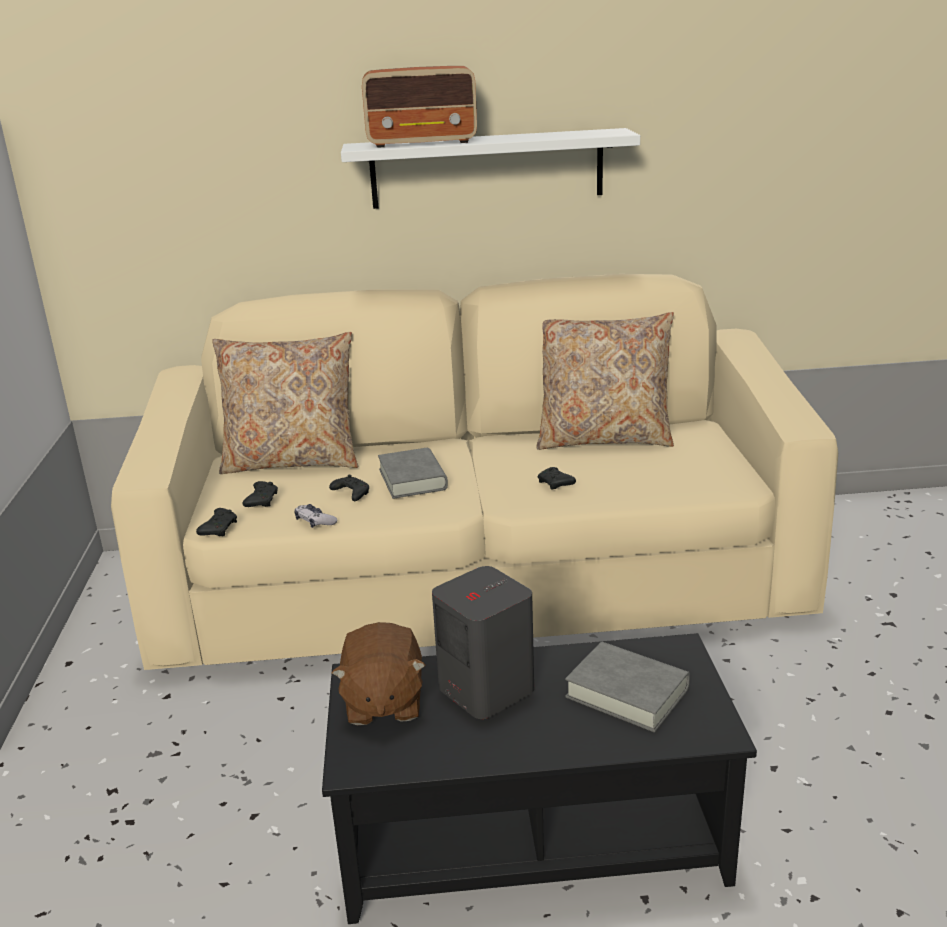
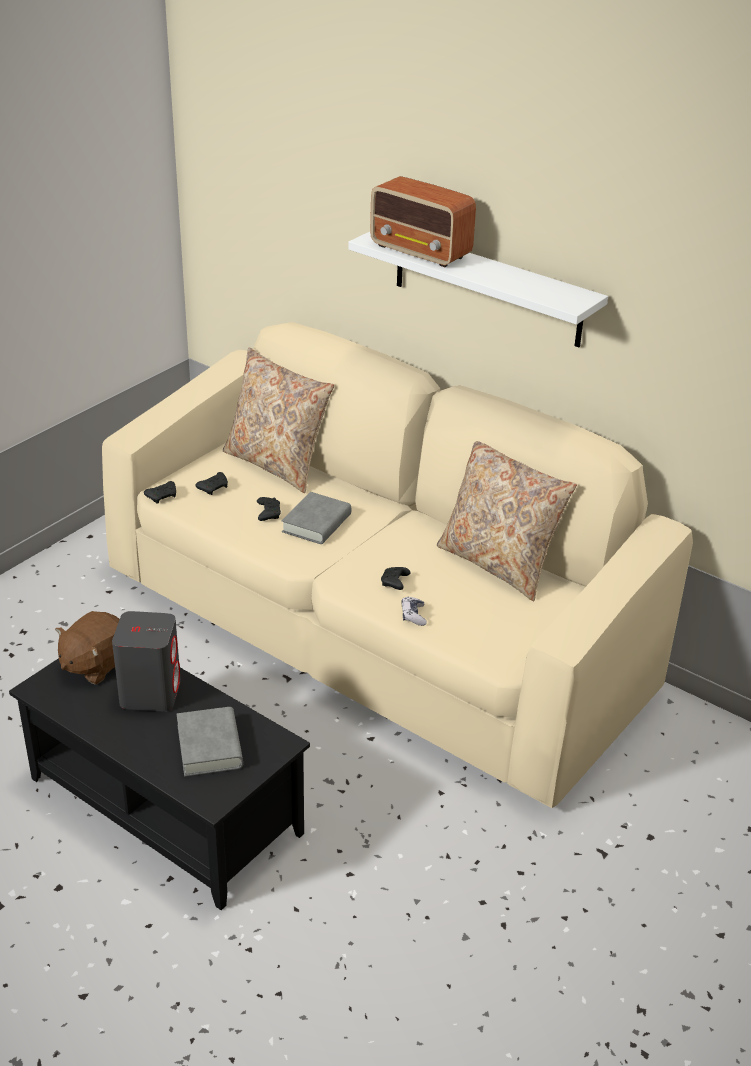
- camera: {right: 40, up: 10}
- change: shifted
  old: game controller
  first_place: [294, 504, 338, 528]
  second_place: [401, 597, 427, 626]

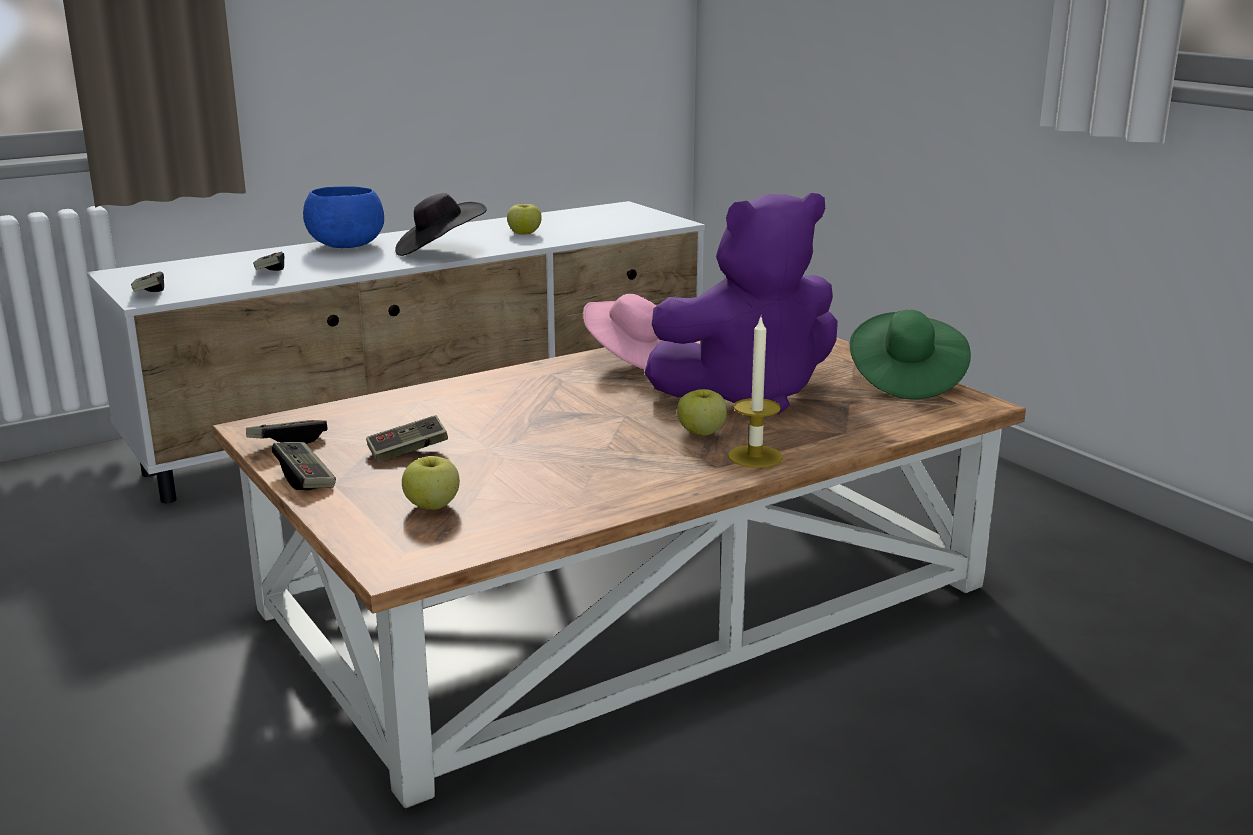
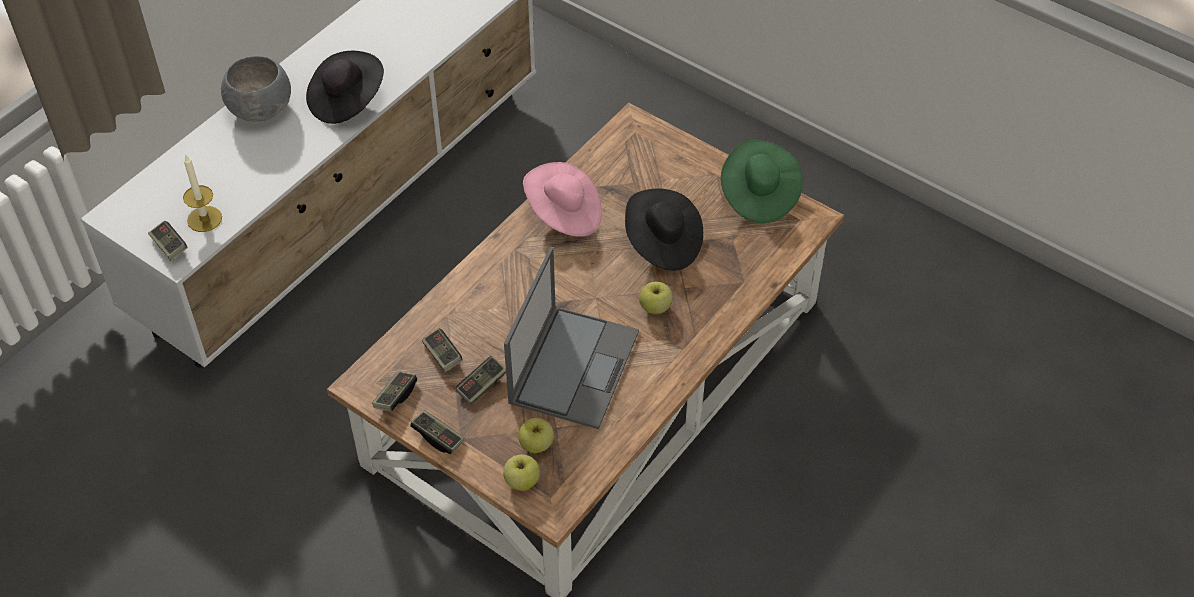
- camera: {right: -20, up: 30}
- change: shifted
  old: game controller
  first_place: [253, 252, 285, 271]
  second_place: [422, 328, 463, 372]
- change: repainted
  old: blue bowl
  new: grey bowl
  first_place: [303, 186, 384, 248]
  second_place: [221, 56, 291, 122]
- change: shifted
  old: apple
  first_place: [507, 204, 542, 235]
  second_place: [503, 454, 540, 490]
- change: swapped
  old: purple plush toy
  new: black hat
  first_place: [644, 193, 838, 414]
  second_place: [625, 189, 703, 271]
- change: shifted
  old: candle
  first_place: [728, 317, 783, 468]
  second_place: [183, 155, 222, 232]
- change: new
  new: laptop
  second_place: [504, 247, 639, 429]

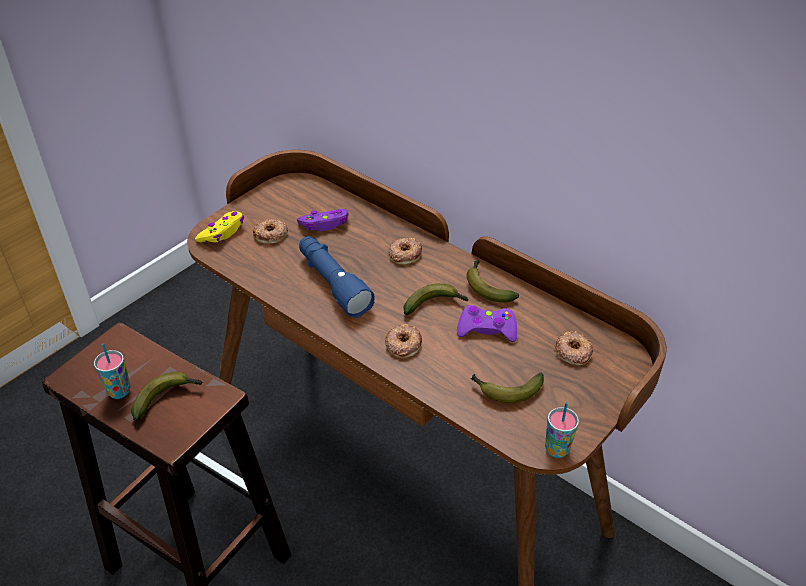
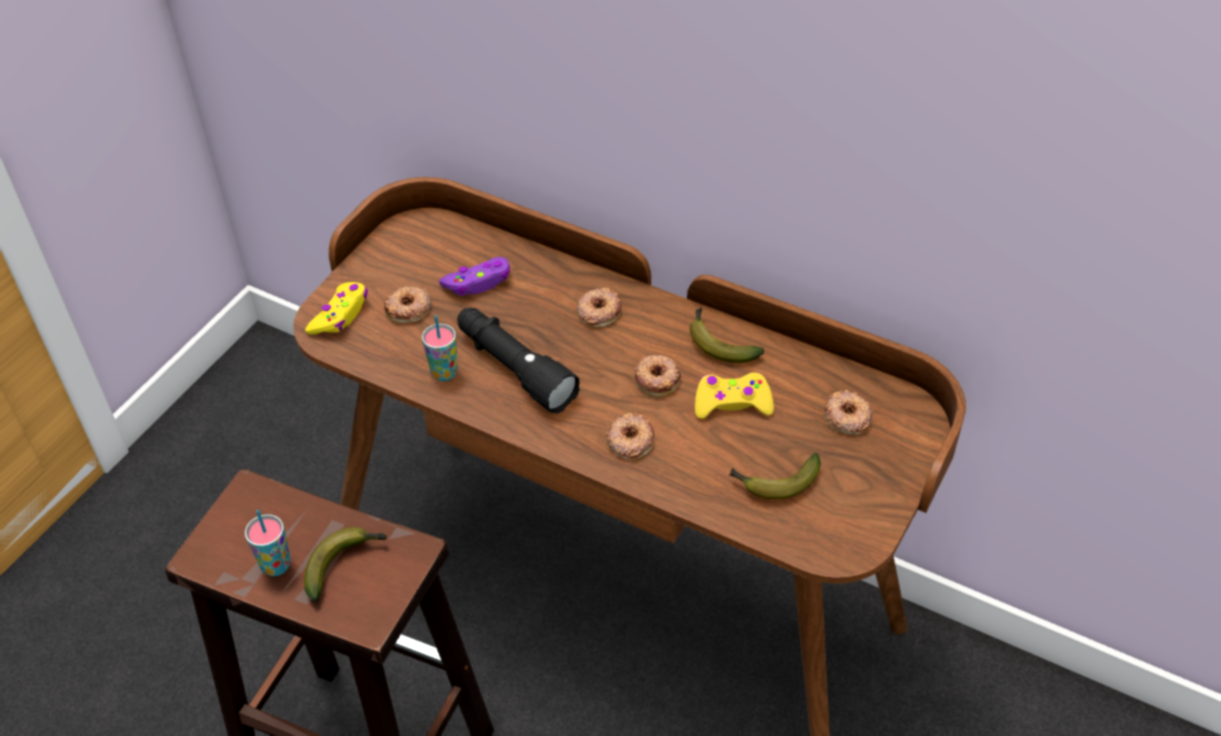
- camera: {right: -10, up: 5}
- change: repainted
  old: blue flashlight
  new: black flashlight
  first_place: [299, 236, 375, 318]
  second_place: [457, 308, 580, 414]
- change: swapped
  old: banana
  new: donut
  first_place: [403, 283, 468, 315]
  second_place: [634, 355, 682, 397]
- change: repainted
  old: purple game controller
  new: yellow game controller
  first_place: [457, 305, 517, 342]
  second_place: [695, 373, 774, 419]
- change: shifted
  old: cup
  first_place: [545, 402, 579, 458]
  second_place: [422, 315, 458, 381]

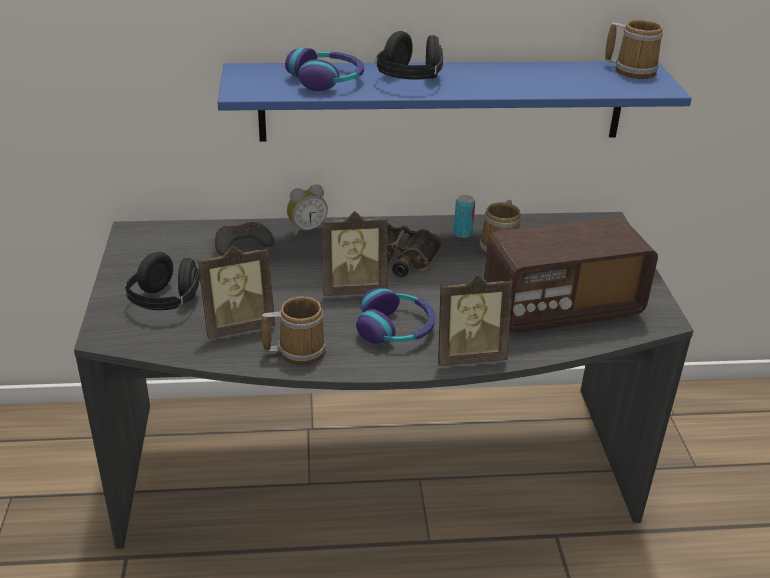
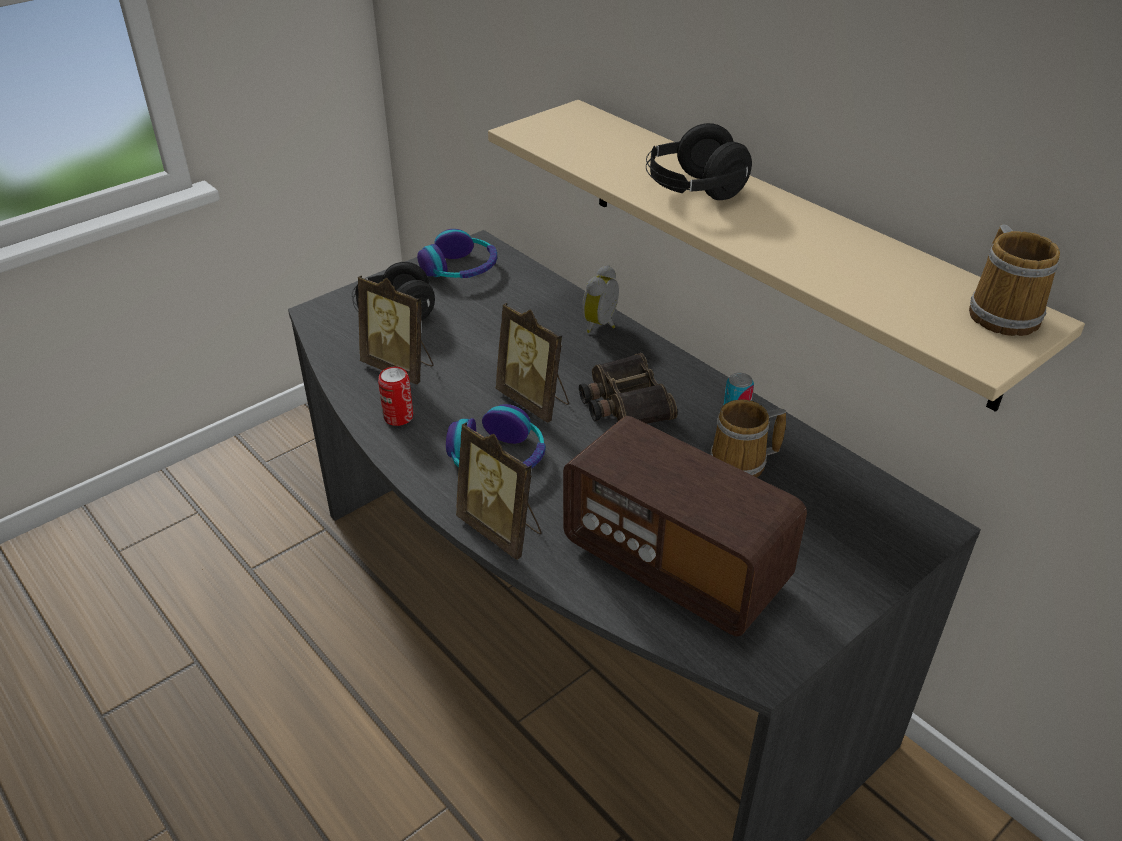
- camera: {right: 55, up: 5}
- change: gone
  old: grey game controller
  first_place: [215, 222, 274, 255]
- change: repainted
  old: blue shelf
  new: beige shelf
  first_place: [217, 62, 692, 142]
  second_place: [488, 100, 1085, 412]
- change: swapped
  old: mug
  new: can
  first_place: [261, 297, 326, 365]
  second_place: [378, 367, 413, 426]
- change: shifted
  old: headphones
  first_place: [285, 48, 364, 91]
  second_place: [417, 229, 497, 278]
- change: rotated
  old: alarm clock
  first_place: [287, 184, 328, 236]
  second_place: [582, 265, 619, 333]
  degrees: 90

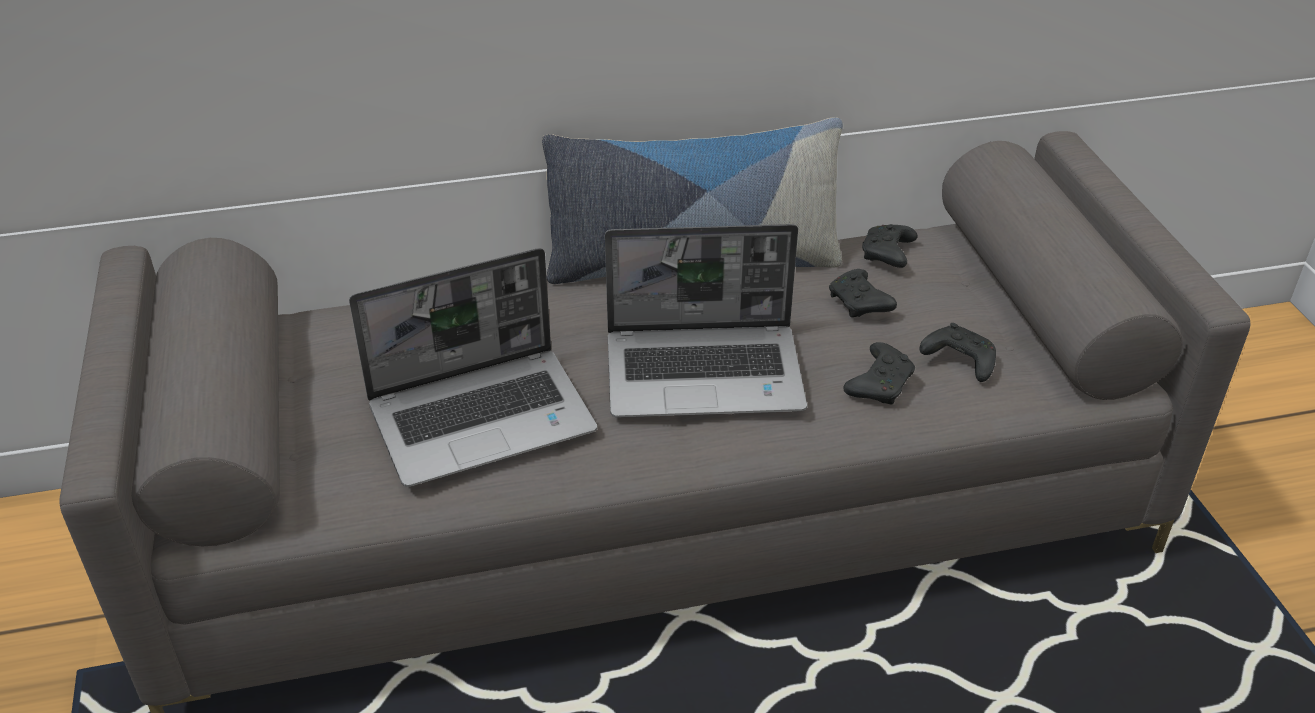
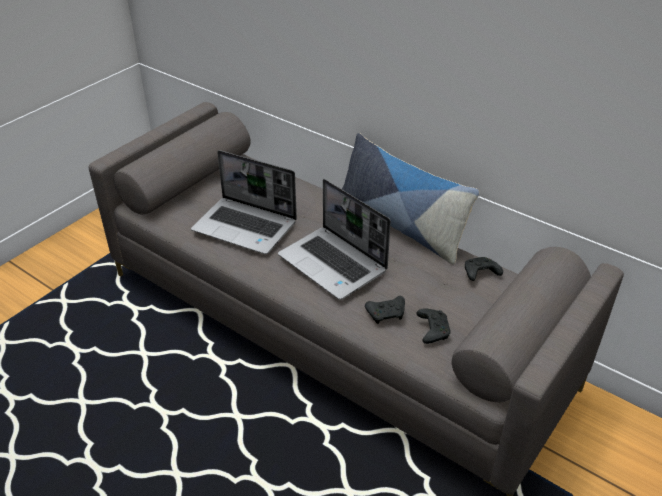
- camera: {right: 50, up: 0}
- change: gone
  old: black game controller
  first_place: [829, 269, 897, 317]

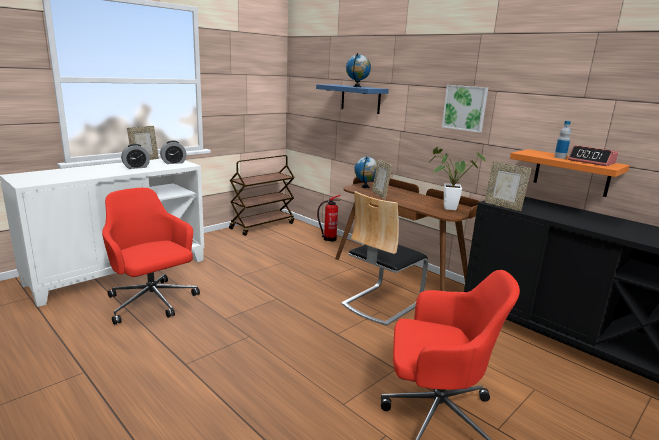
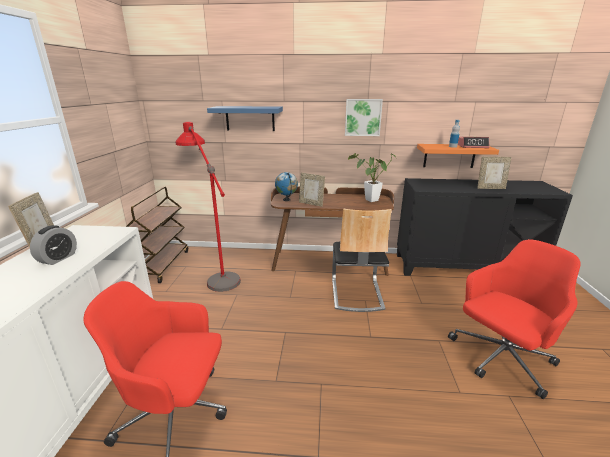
- camera: {right: -40, up: 5}
- change: gone
  old: alarm clock
  first_place: [160, 141, 187, 164]
- change: gone
  old: fire extinguisher
  first_place: [317, 195, 341, 242]
- change: gone
  old: globe
  first_place: [346, 53, 371, 87]
- change: shifted
  old: picture frame
  first_place: [484, 161, 531, 211]
  second_place: [477, 157, 511, 189]
- change: new
  new: red floor lamp
  second_place: [176, 122, 241, 292]

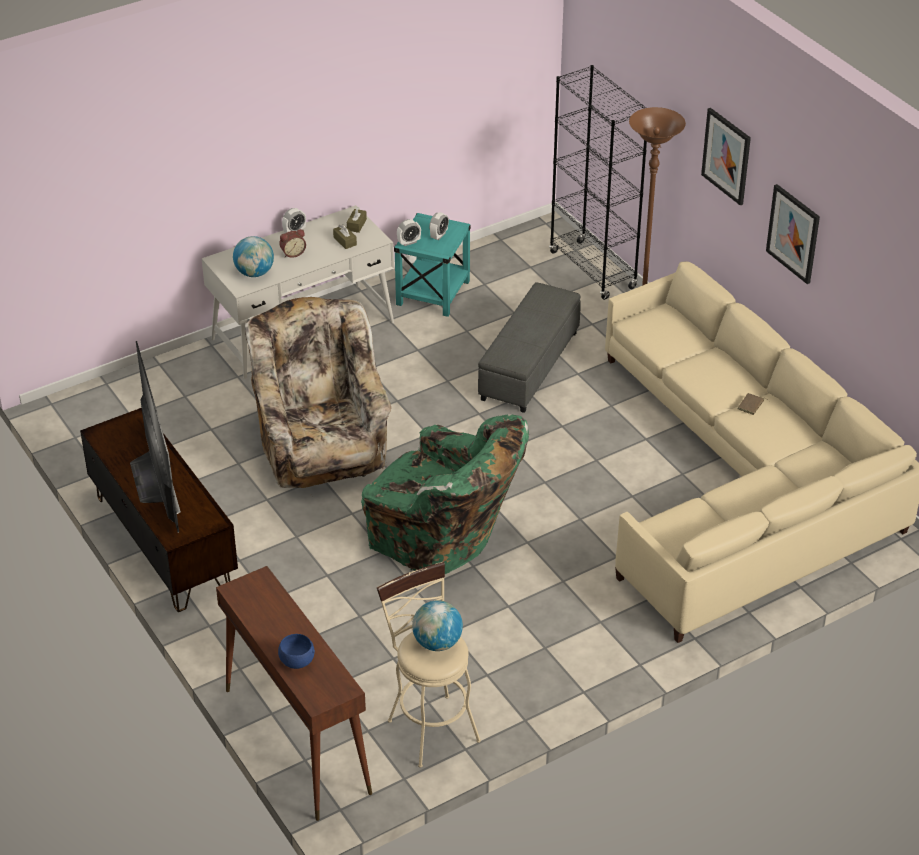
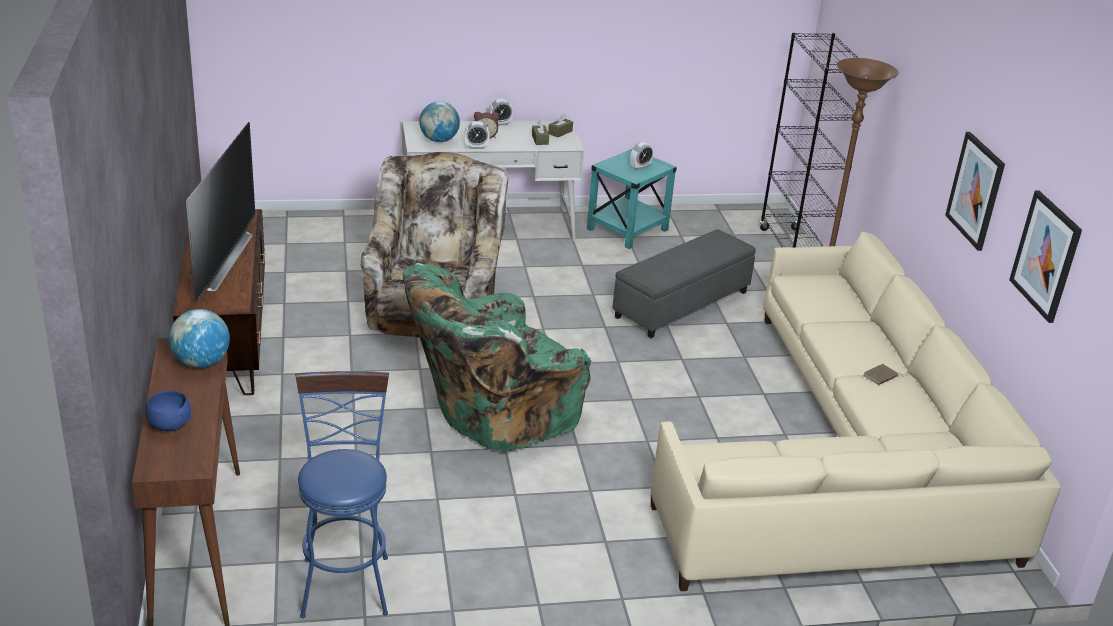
- camera: {right: 20, up: -10}
- change: rotated
  old: green armchair
  first_place: [361, 414, 529, 574]
  second_place: [403, 263, 592, 453]
  degrees: 90
- change: repainted
  old: beige stool
  new: blue stool
  first_place: [377, 562, 481, 768]
  second_place: [295, 371, 389, 618]
- change: shifted
  old: alarm clock
  first_place: [397, 219, 421, 246]
  second_place: [465, 121, 490, 149]
- change: shifted
  old: globe
  first_place: [412, 600, 463, 651]
  second_place: [169, 309, 230, 368]
- change: shifted
  old: picture
  first_place: [701, 108, 751, 206]
  second_place: [1009, 190, 1082, 323]

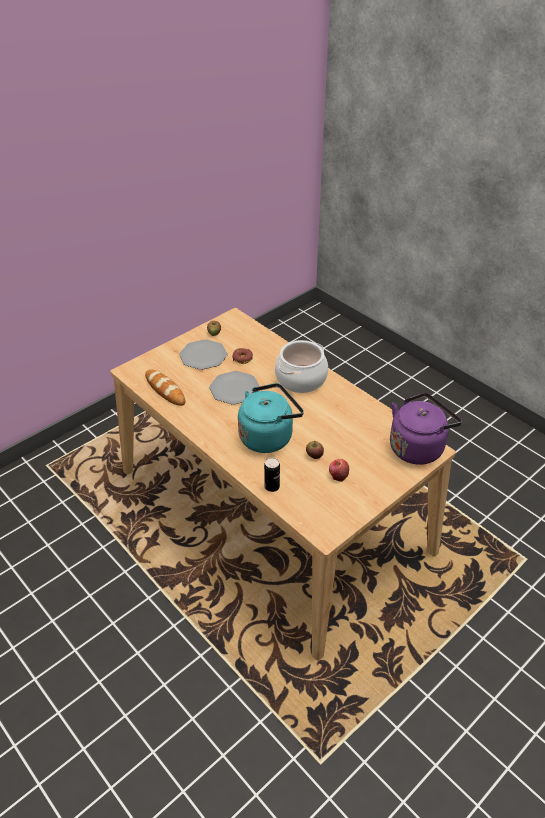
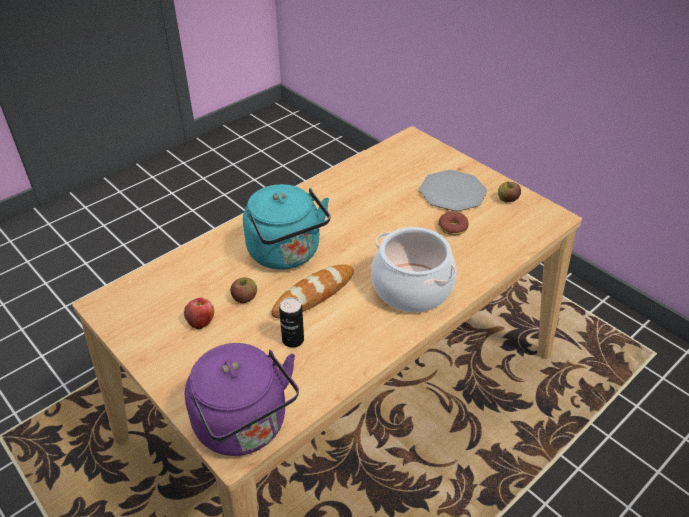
- camera: {right: 90, up: 0}
- change: shifted
  old: bread
  first_place: [145, 370, 186, 406]
  second_place: [272, 264, 354, 318]
- change: gone
  old: plate
  first_place: [209, 371, 260, 405]
- change: shifted
  old: can
  first_place: [264, 457, 280, 492]
  second_place: [279, 297, 304, 347]

